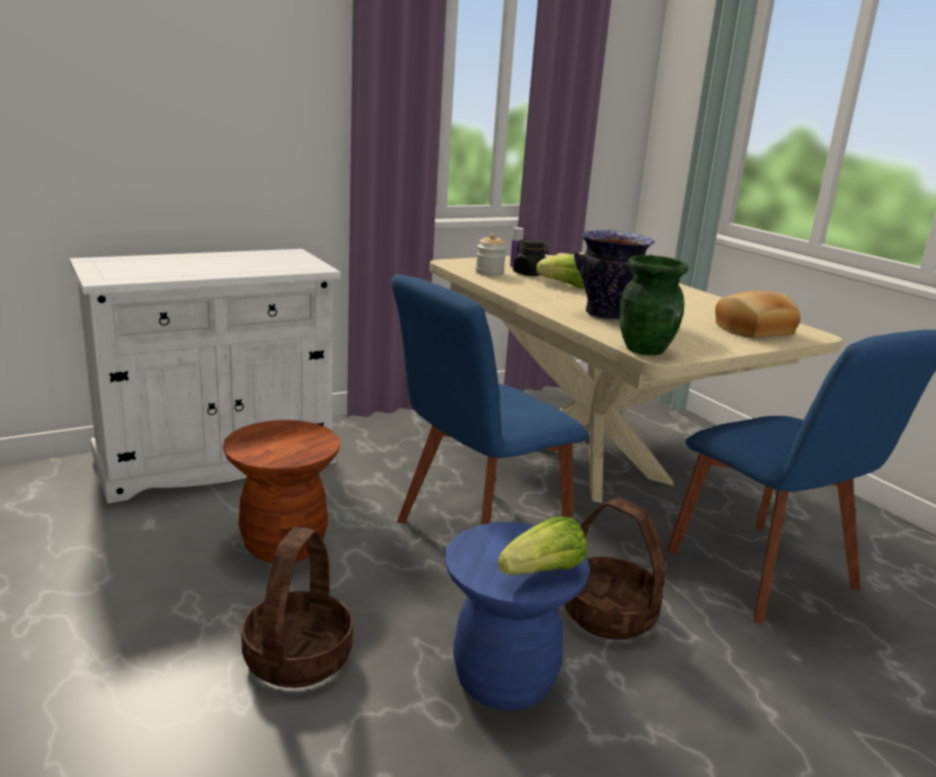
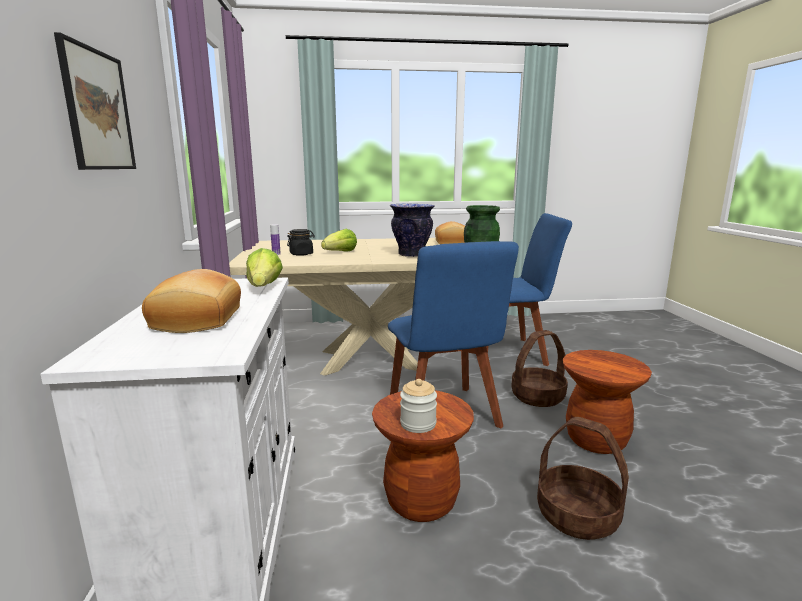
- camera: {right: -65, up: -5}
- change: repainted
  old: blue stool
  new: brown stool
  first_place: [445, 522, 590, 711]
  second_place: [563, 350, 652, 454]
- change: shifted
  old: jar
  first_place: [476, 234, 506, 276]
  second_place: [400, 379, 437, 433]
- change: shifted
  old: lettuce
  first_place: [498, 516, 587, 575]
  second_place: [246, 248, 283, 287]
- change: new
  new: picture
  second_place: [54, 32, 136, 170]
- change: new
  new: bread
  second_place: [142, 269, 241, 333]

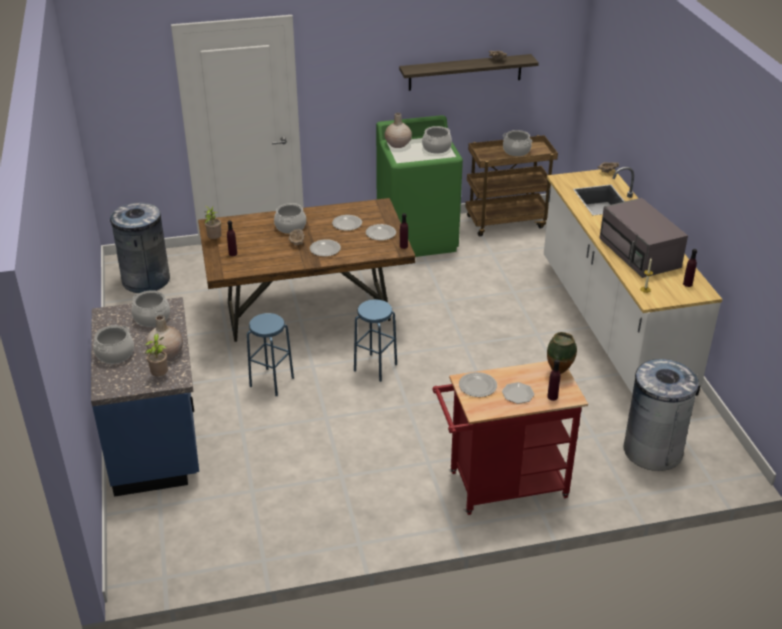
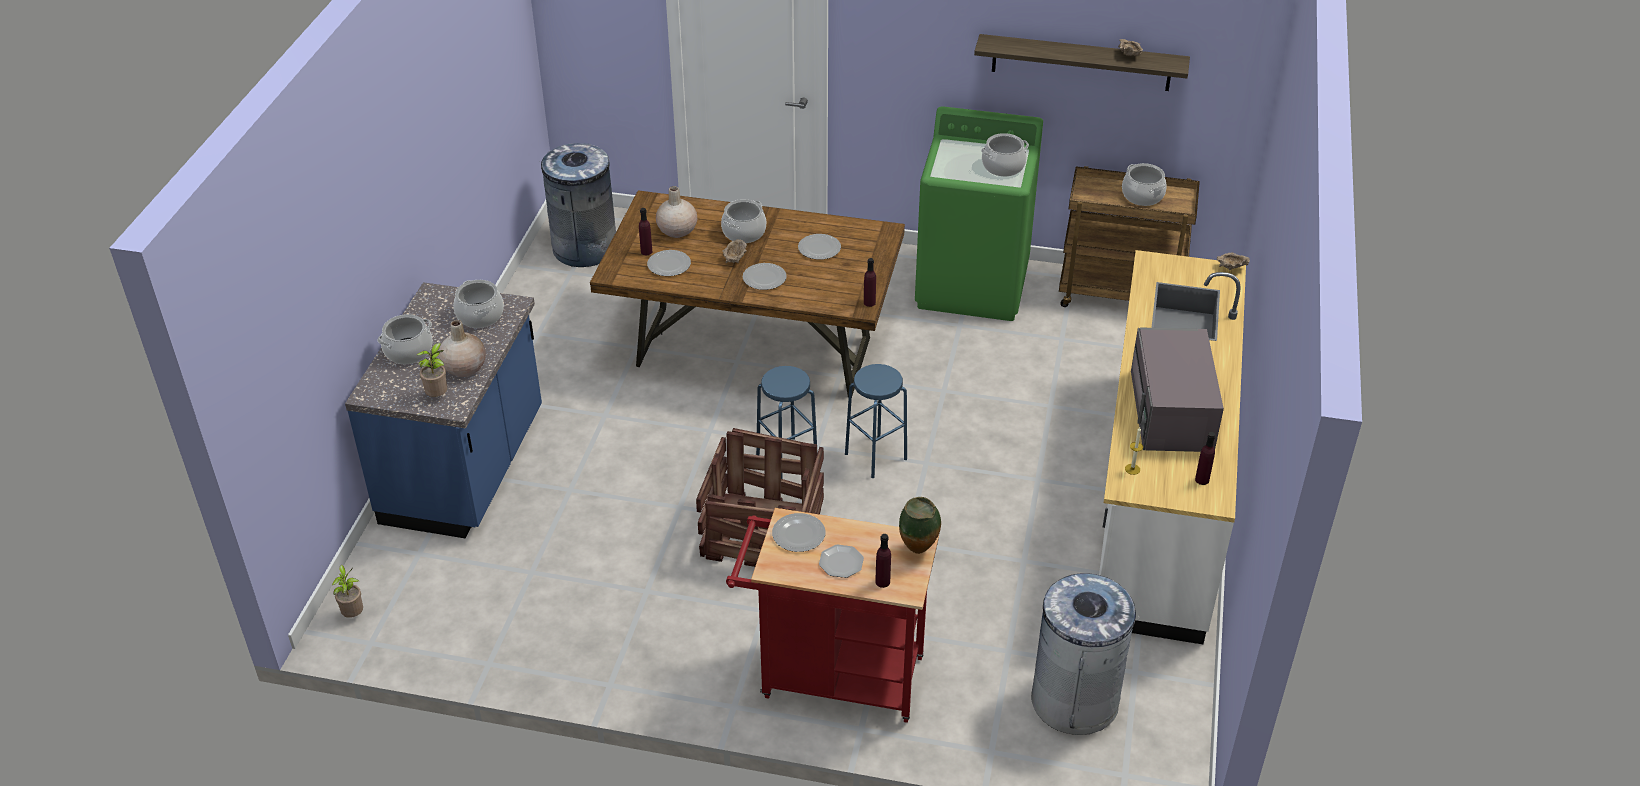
- camera: {right: 25, up: 5}
- change: shifted
  old: potted plant
  first_place: [205, 206, 222, 239]
  second_place: [332, 565, 363, 618]
- change: shifted
  old: blue stool
  first_place: [247, 313, 294, 396]
  second_place: [845, 364, 907, 478]
- change: shifted
  old: plate
  first_place: [366, 224, 396, 240]
  second_place: [647, 250, 691, 276]
- change: shifted
  old: beige vase
  first_place: [385, 113, 412, 148]
  second_place: [656, 186, 697, 238]
- change: new
  new: crate
  second_place: [696, 428, 824, 567]

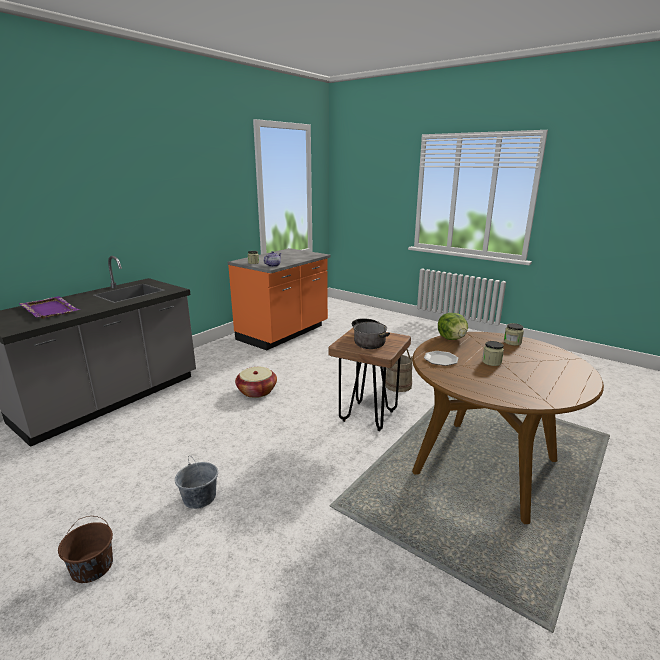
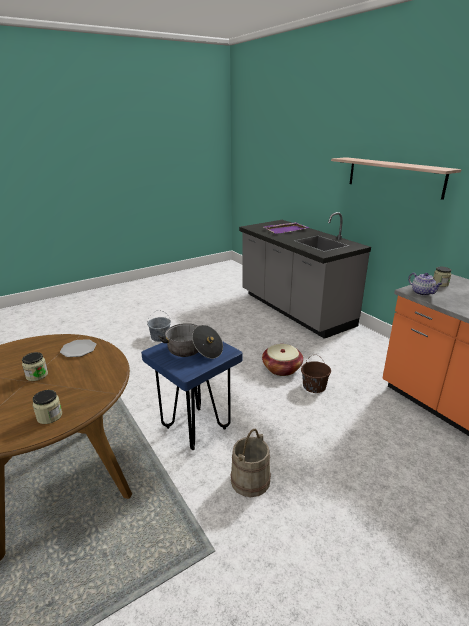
- camera: {right: 110, up: 5}
- change: shifted
  old: brown bucket
  first_place: [58, 516, 113, 583]
  second_place: [301, 355, 331, 393]
- change: repainted
  old: brown stool
  new: blue stool
  first_place: [329, 328, 411, 431]
  second_place: [141, 341, 243, 450]
- change: gone
  old: lettuce
  first_place: [438, 313, 468, 340]
- change: new
  new: shelf
  second_place: [331, 157, 462, 200]

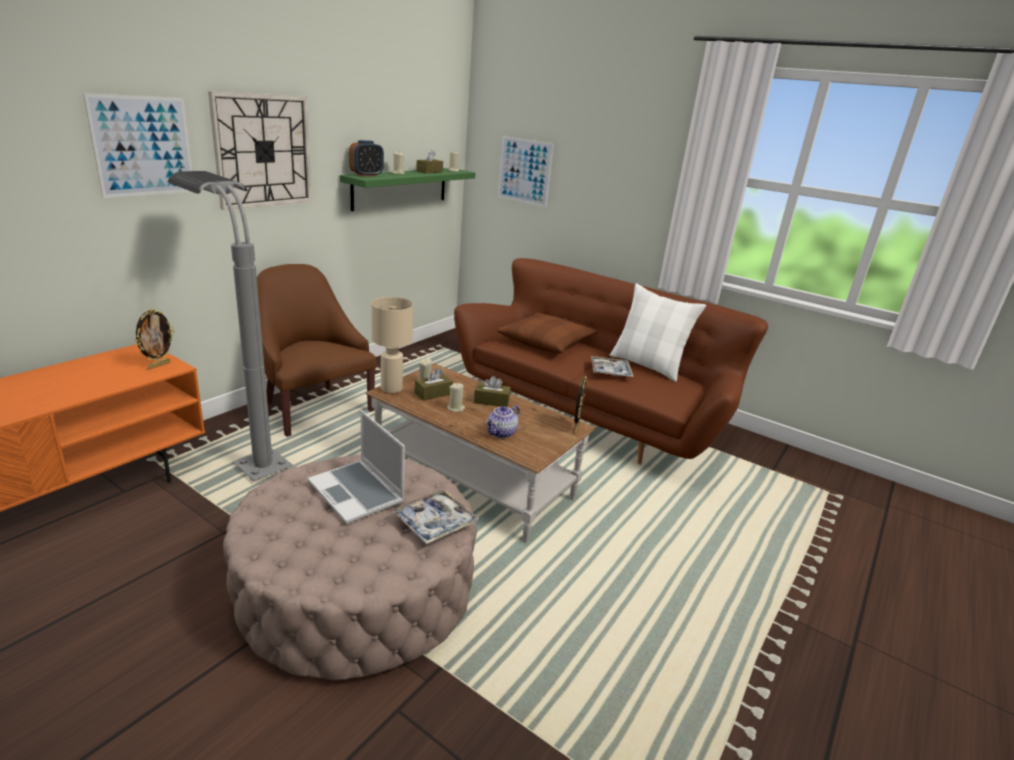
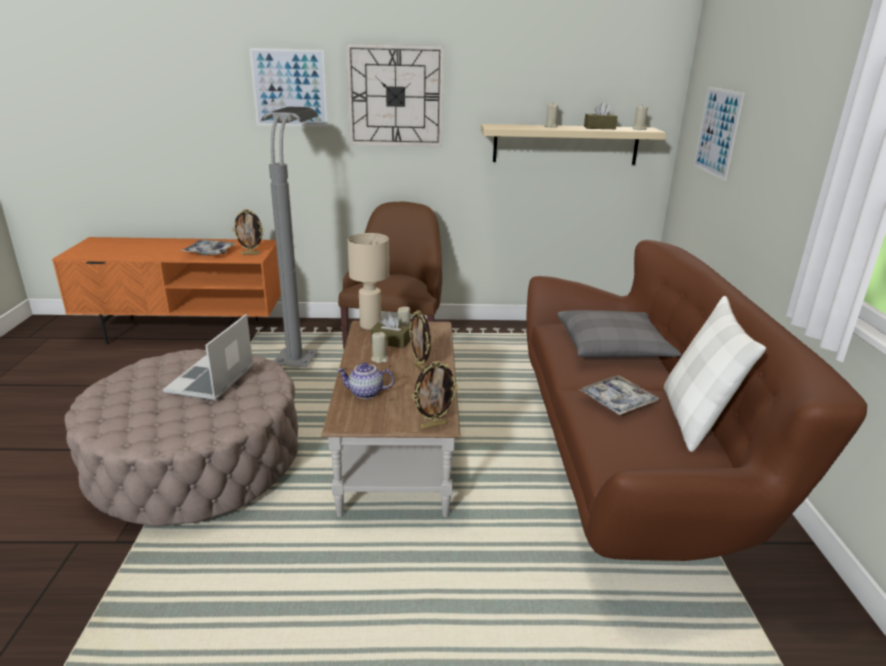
- camera: {right: 55, up: 0}
- change: repainted
  old: green shelf
  new: beige shelf
  first_place: [340, 168, 475, 211]
  second_place: [481, 124, 666, 165]
- change: gone
  old: alarm clock
  first_place: [349, 140, 384, 176]
- change: shifted
  old: tray
  first_place: [392, 489, 479, 545]
  second_place: [181, 240, 236, 255]
- change: swapped
  old: brown tissue box
  new: picture frame
  first_place: [474, 376, 511, 407]
  second_place: [409, 310, 431, 371]
- change: repainted
  old: brown pillow
  new: grey pillow
  first_place: [497, 313, 598, 353]
  second_place: [557, 310, 682, 358]

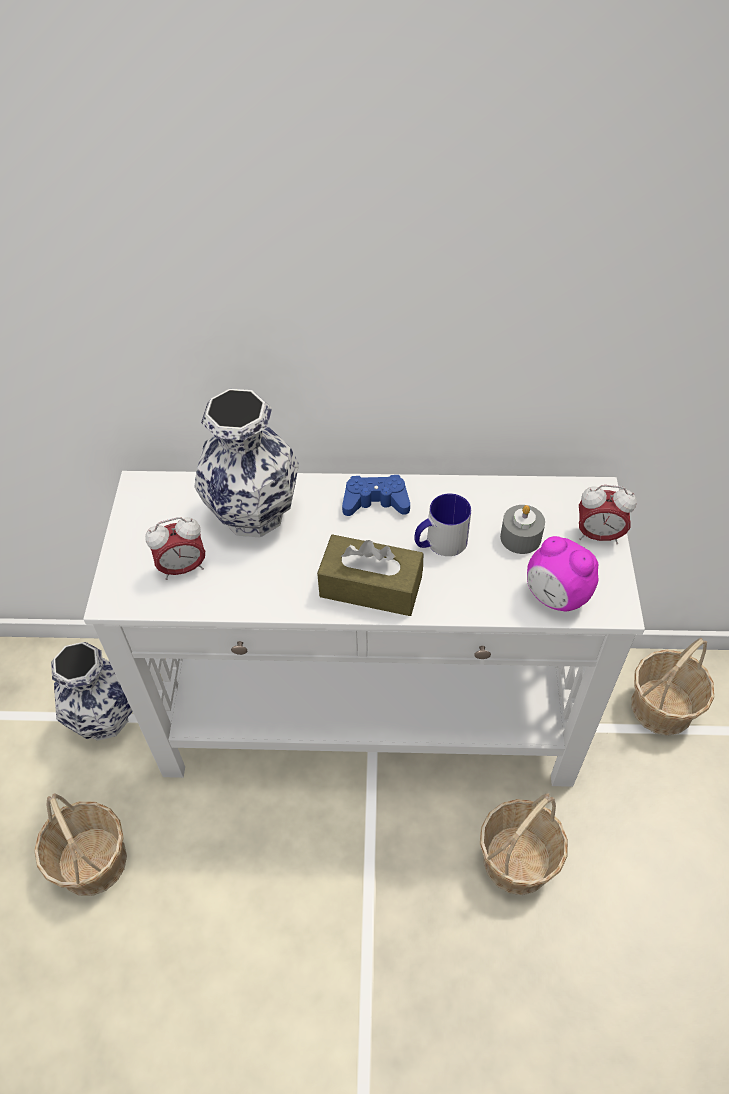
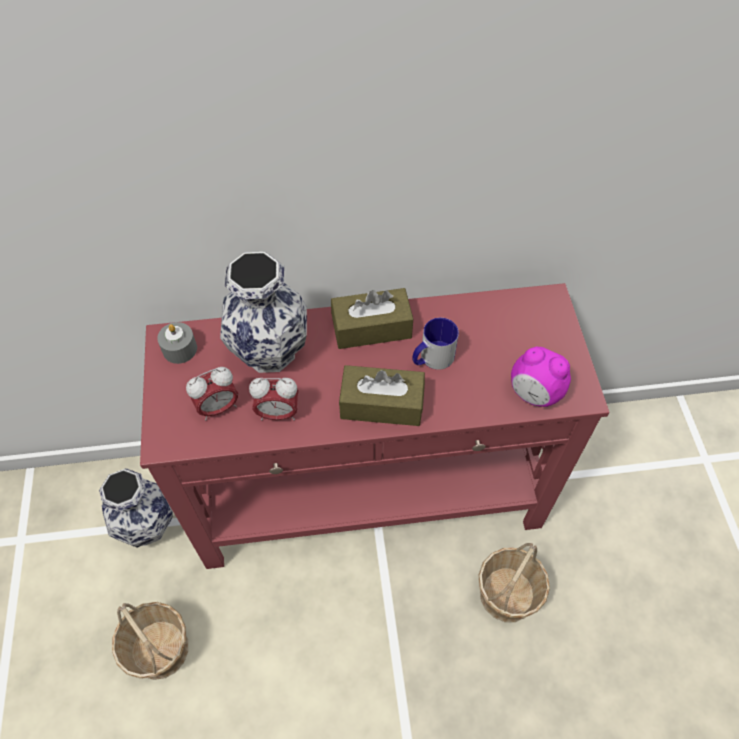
- camera: {right: -10, up: 5}
- change: repainted
  old: white console table
  new: red console table
  first_place: [83, 471, 645, 787]
  second_place: [140, 283, 610, 569]
- change: swapped
  old: blue game controller
  new: brown tissue box
  first_place: [342, 475, 410, 516]
  second_place: [331, 288, 413, 349]
- change: shifted
  old: grey candle
  first_place: [500, 505, 545, 554]
  second_place: [157, 322, 197, 364]
- change: shifted
  old: alarm clock
  first_place: [579, 485, 637, 544]
  second_place: [249, 378, 299, 420]
- change: gone
  old: basket
  first_place: [631, 638, 714, 736]

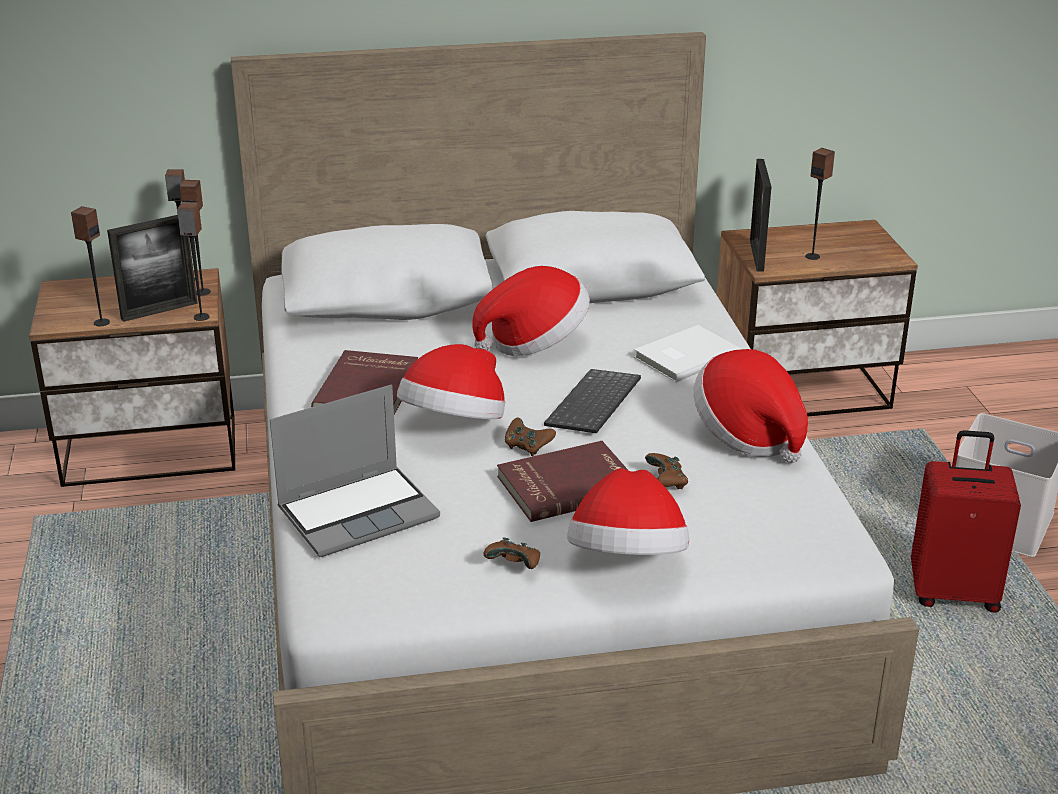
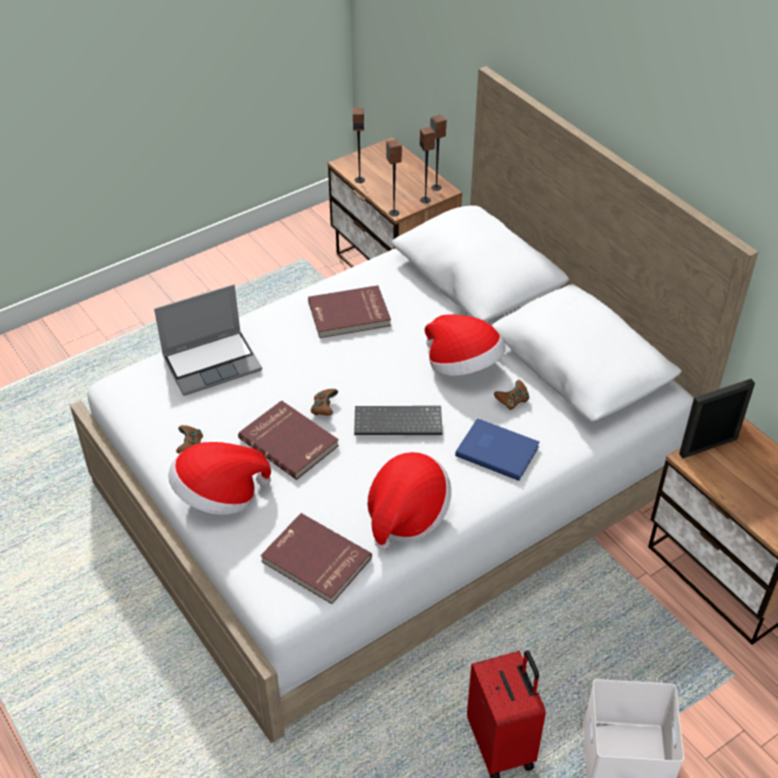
- camera: {right: 65, up: 15}
- change: gone
  old: picture frame
  first_place: [107, 215, 197, 322]
- change: rotated
  old: laptop
  first_place: [270, 385, 440, 557]
  second_place: [154, 284, 262, 396]
  degrees: -60
- change: gone
  old: hat
  first_place: [397, 344, 505, 419]
- change: repainted
  old: white book
  new: blue book
  first_place: [634, 325, 741, 383]
  second_place: [455, 418, 540, 481]
- change: shifted
  old: brown game controller
  first_place: [645, 453, 688, 489]
  second_place: [494, 380, 529, 410]
- change: gone
  old: speaker
  first_place: [805, 148, 835, 260]
- change: new
  new: red book
  second_place: [260, 513, 372, 604]

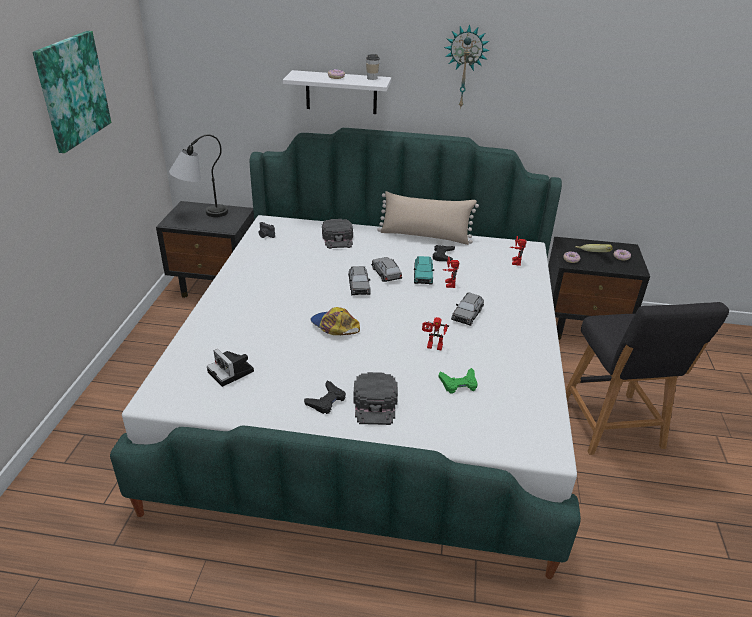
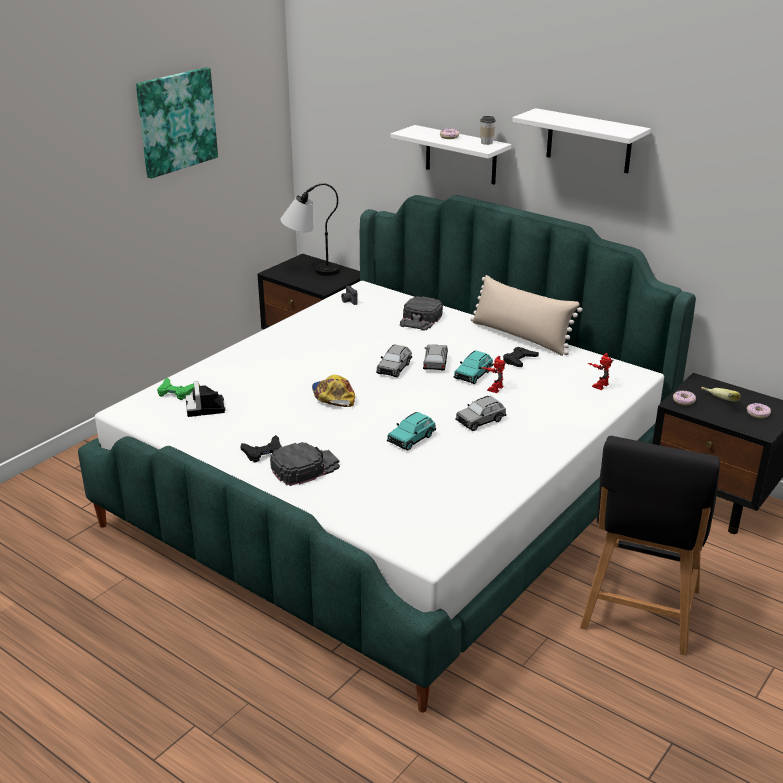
- camera: {right: 30, up: -5}
- change: rotated
  old: black cap
  first_place: [353, 372, 398, 425]
  second_place: [270, 442, 340, 486]
  degrees: -150
- change: swapped
  old: toy robot
  new: turquoise toy car
  first_place: [422, 317, 449, 351]
  second_place: [387, 412, 436, 450]
- change: shifted
  old: green game controller
  first_place: [438, 368, 478, 394]
  second_place: [157, 378, 194, 400]
- change: swapped
  old: wall clock
  new: white shelf
  first_place: [444, 24, 490, 109]
  second_place: [512, 108, 651, 173]

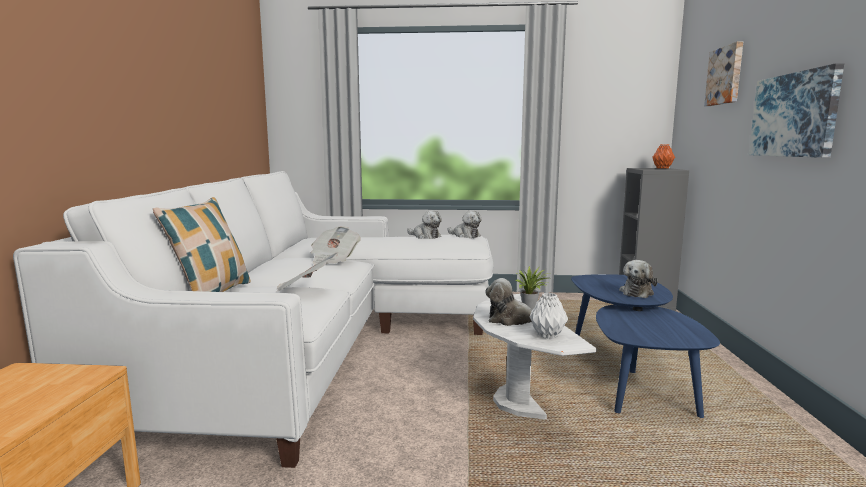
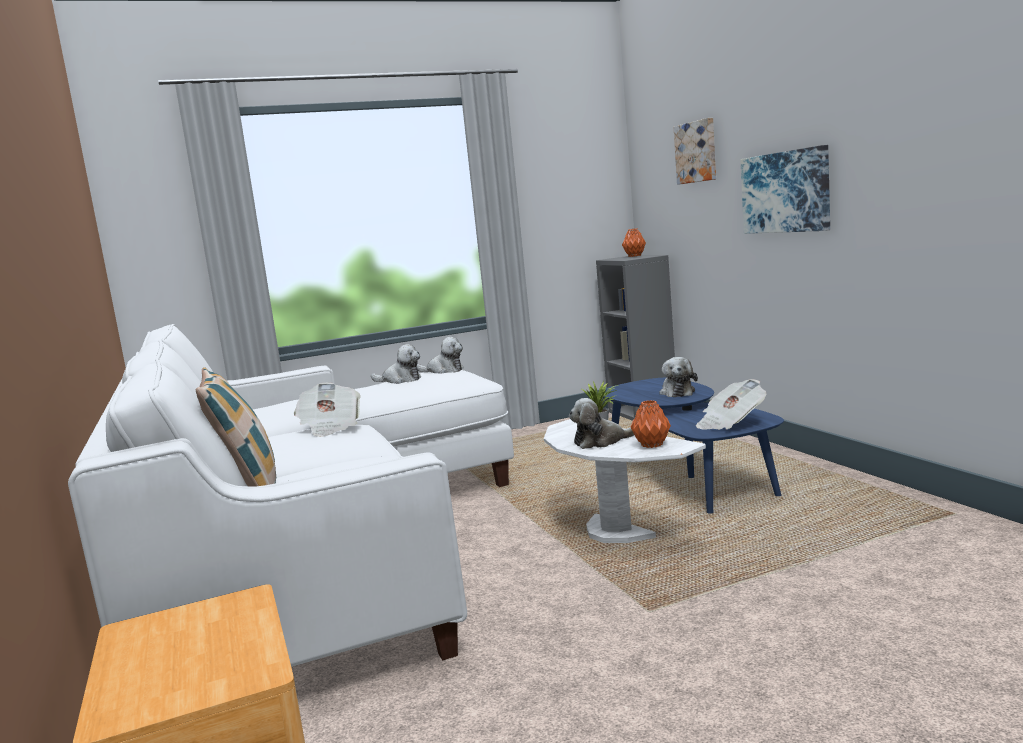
- camera: {right: -25, up: 0}
- change: shifted
  old: newspaper
  first_place: [277, 252, 338, 291]
  second_place: [696, 379, 766, 430]
- change: repainted
  old: white vase
  new: orange vase
  first_place: [529, 293, 568, 339]
  second_place: [630, 400, 671, 448]

